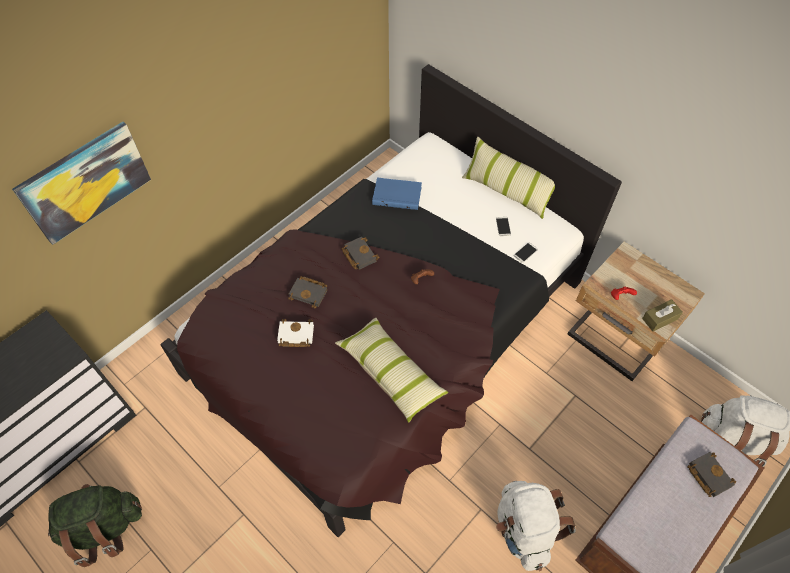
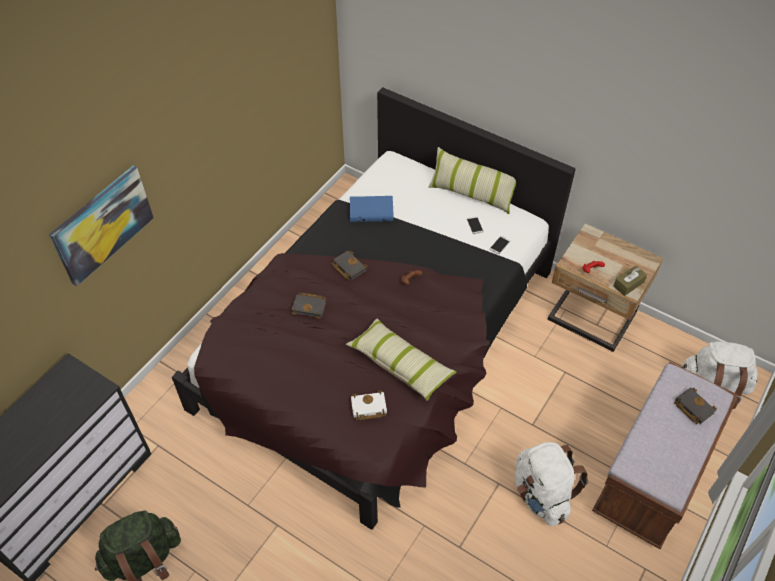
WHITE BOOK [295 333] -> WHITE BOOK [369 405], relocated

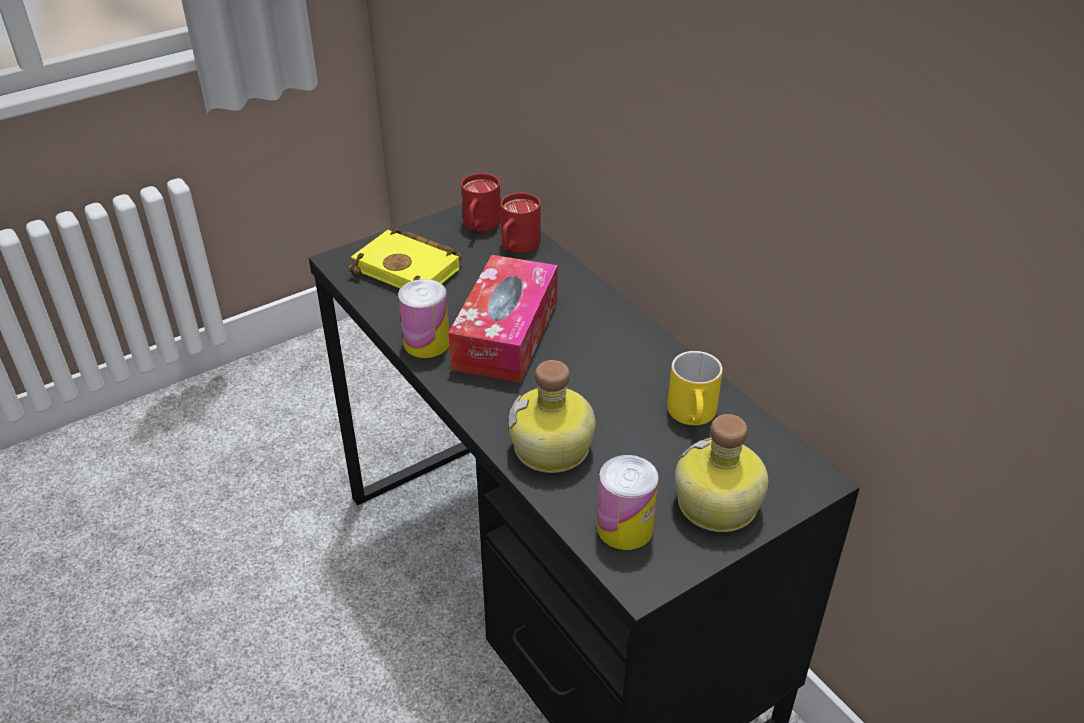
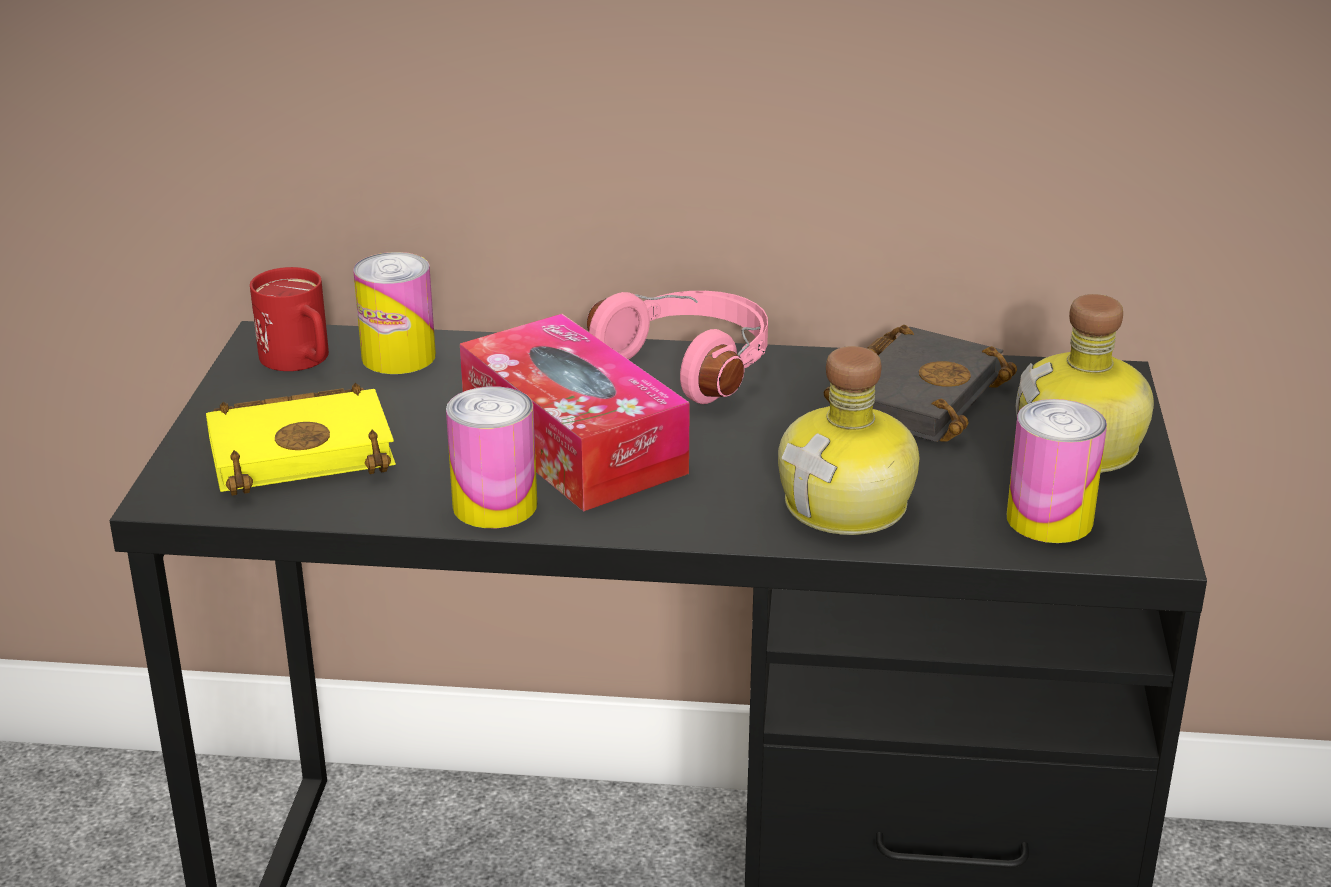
RED MUG [521 223] -> CAN [394 313]
none -> PINK HEADPHONES [677 347]
YELLOW MUG [695 388] -> BLACK BOOK [920 383]

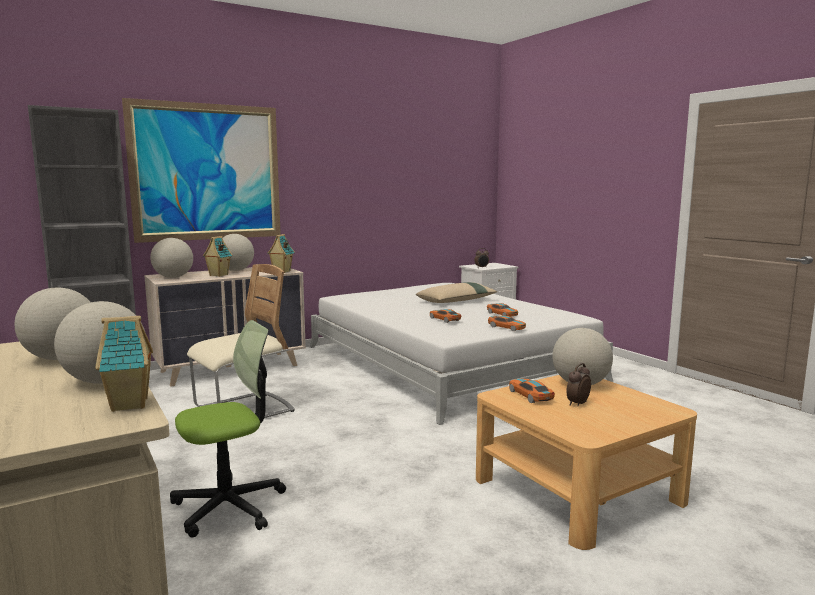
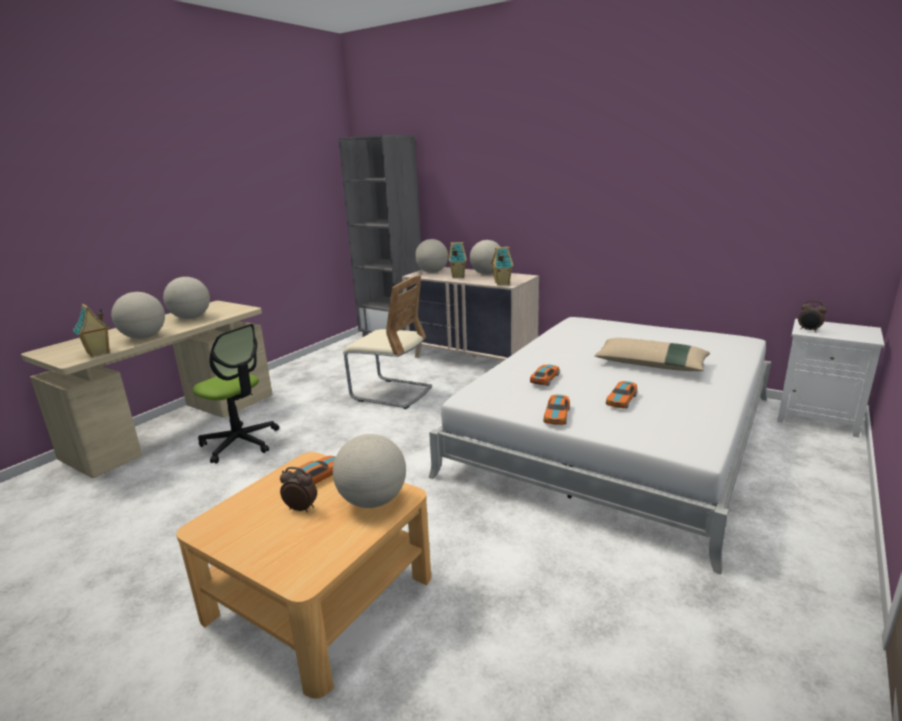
PICTURE [201 170] -> none

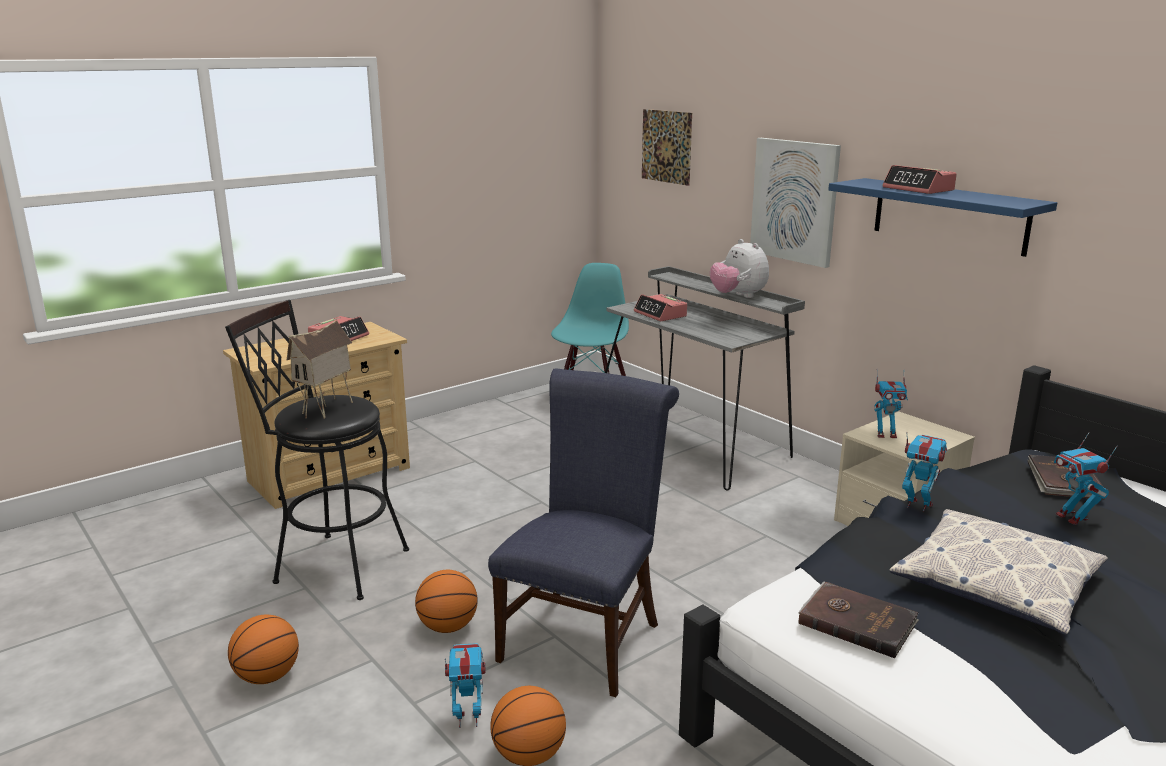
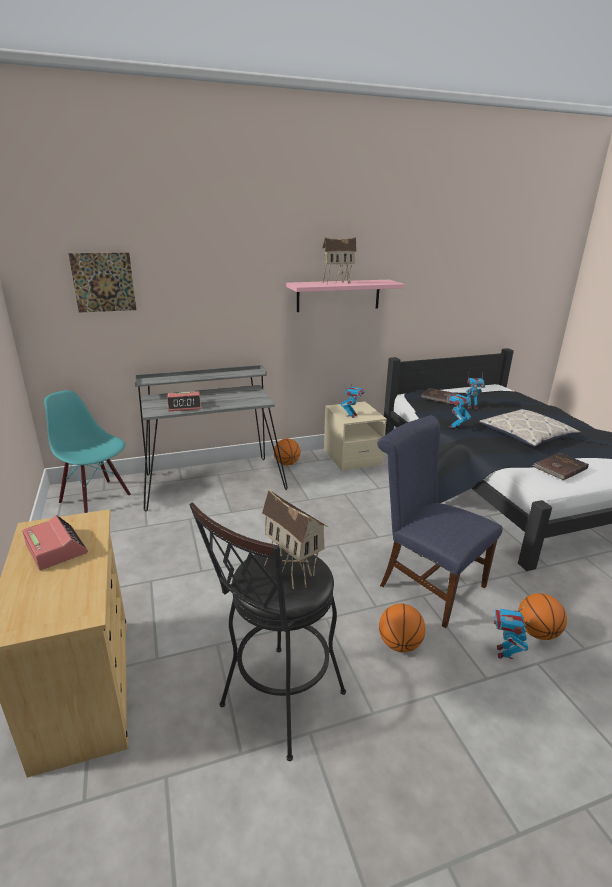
BASKETBALL [263 649] -> BASKETBALL [287 452], relocated
BLUE SHELF [942 217] -> PINK SHELF [345 296]
ALARM CLOCK [919 179] -> TOY HOUSE [339 260]
PLUSH TOY [739 268] -> none
PICTURE [795 203] -> none

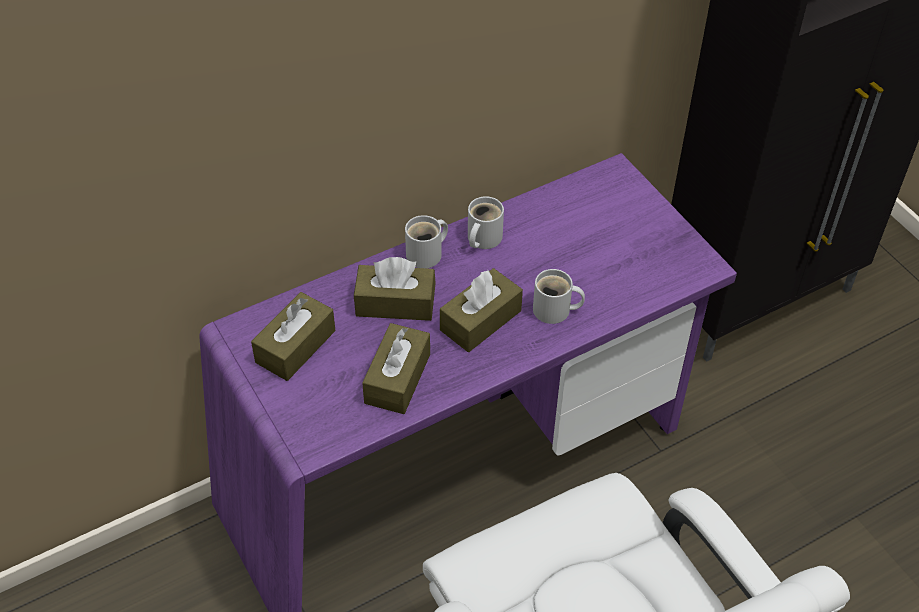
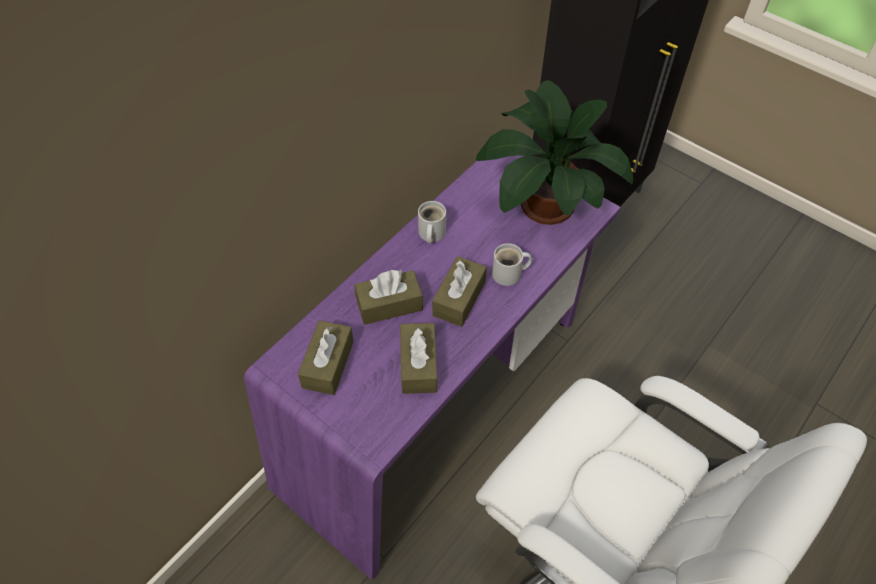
none -> POTTED PLANT [554 152]
WHITE MUG [426 241] -> none

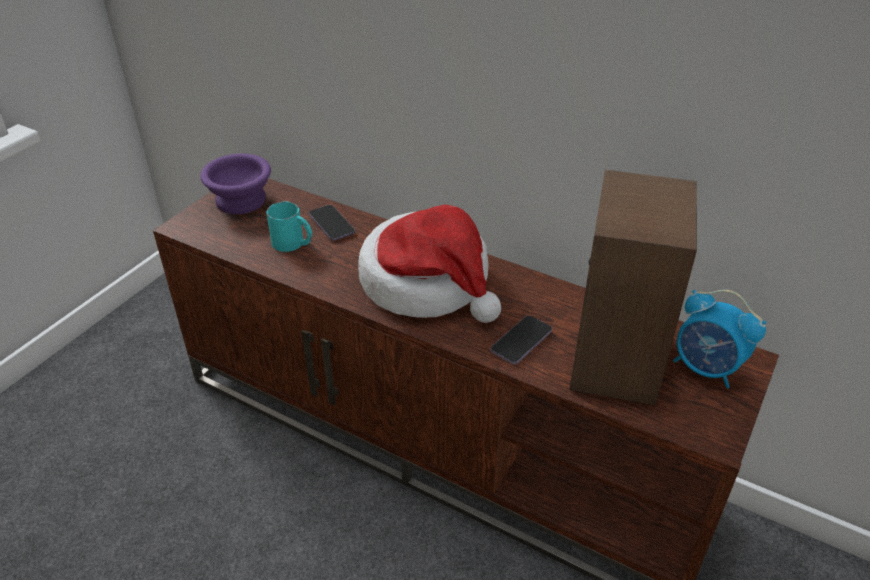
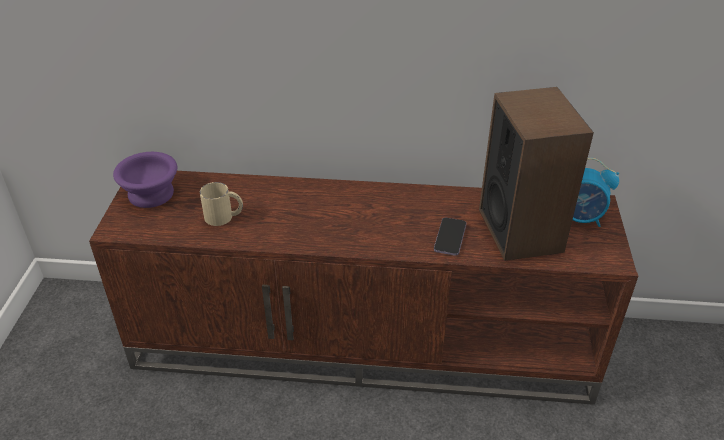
TURQUOISE MUG [289 227] -> BEIGE MUG [221 204]
PHONE [332 223] -> none
HAT [429 263] -> none

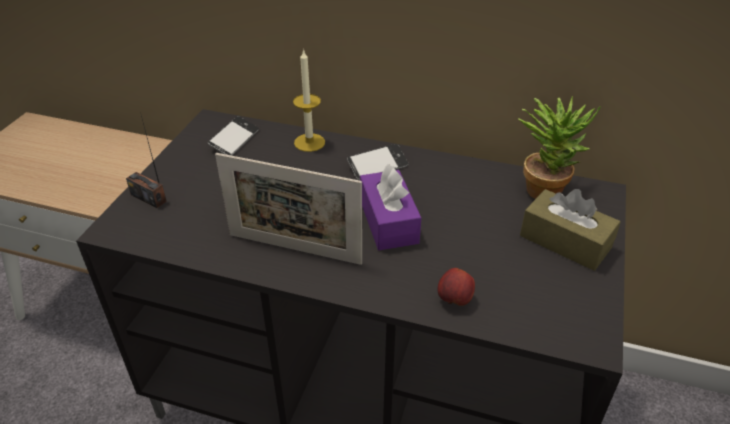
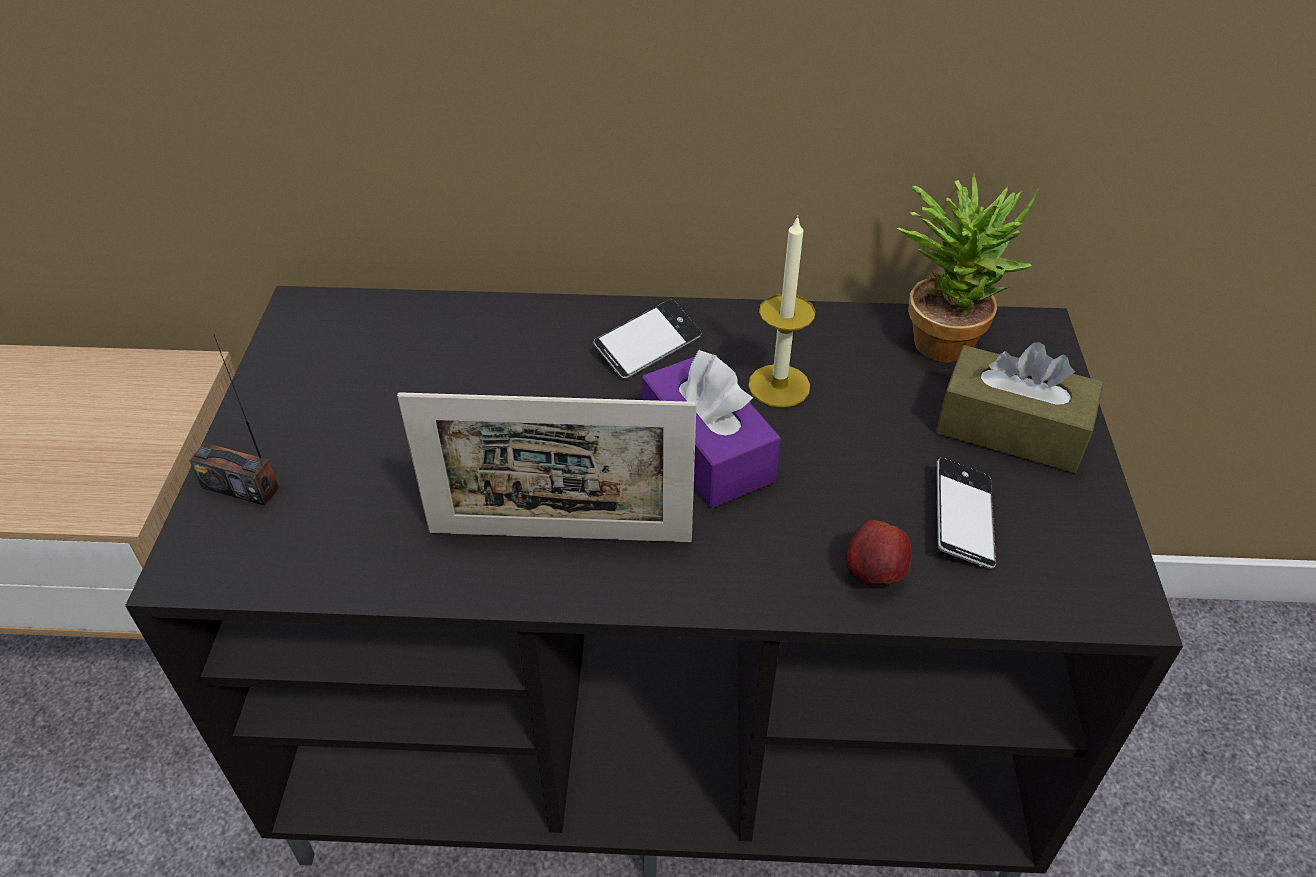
CANDLE [309 100] -> CANDLE [781 311], relocated
PHONE [233 136] -> PHONE [966 513], relocated

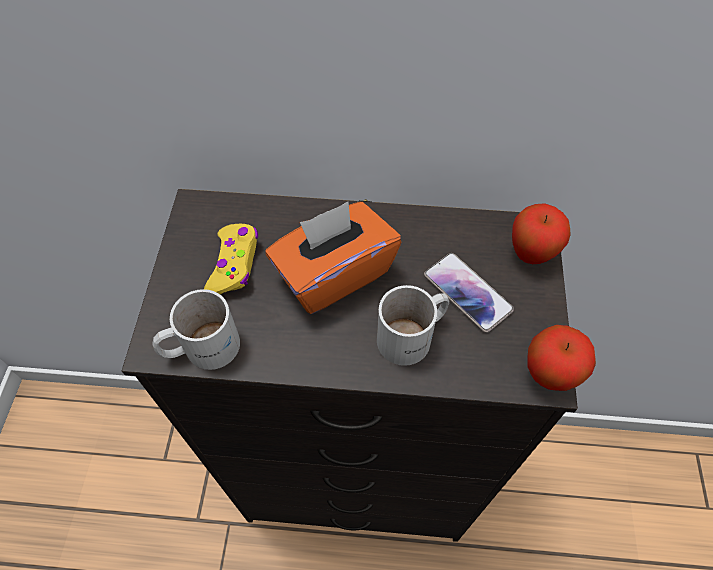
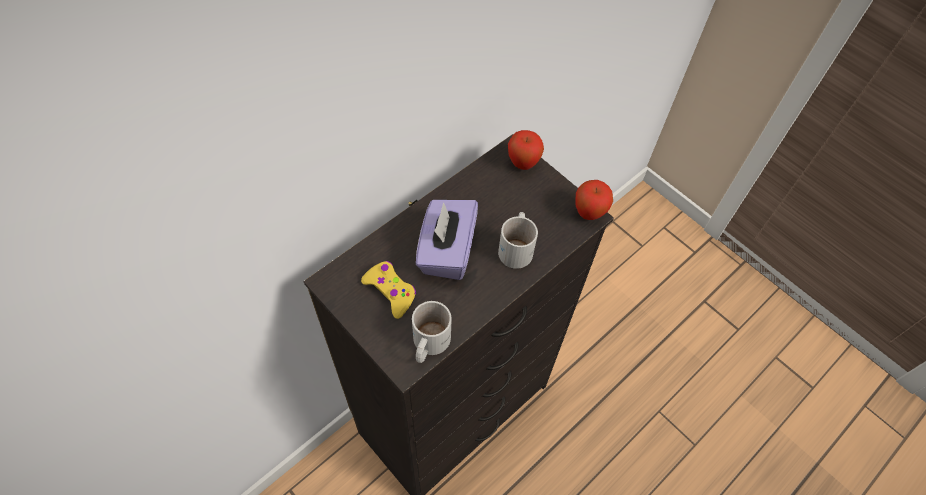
ORANGE TISSUE BOX [333 258] -> PURPLE TISSUE BOX [447 240]
PHONE [469 293] -> none

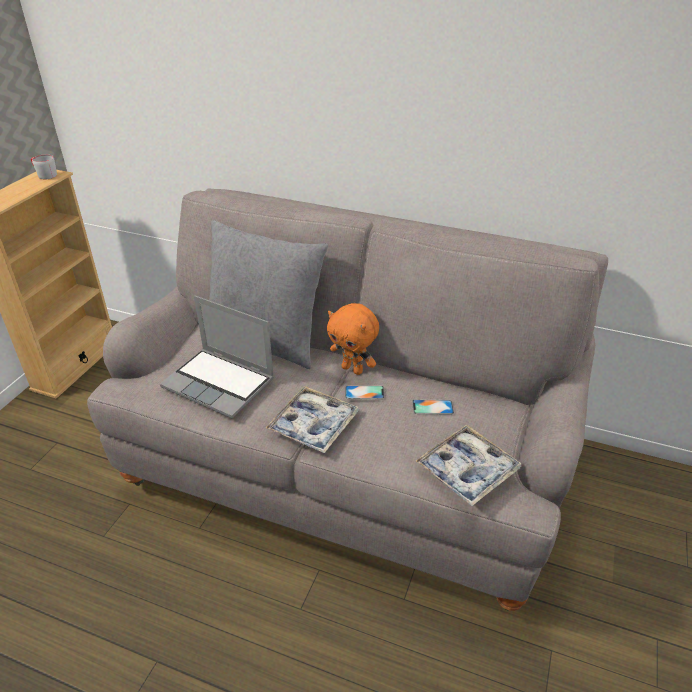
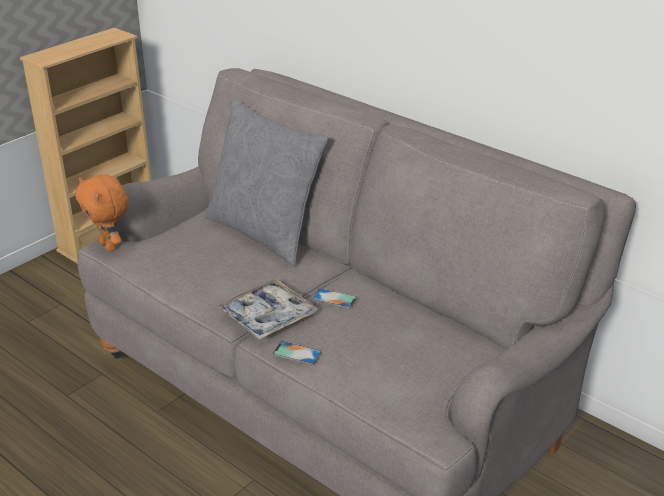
ORANGE PLUSH TOY [353 339] -> ORANGE PLUSH TOY [102 213], relocated
PHONE [433 407] -> PHONE [297 353], relocated
GREY MUG [44 166] -> none
LAPTOP [217 357] -> none
TRAY [468 465] -> none

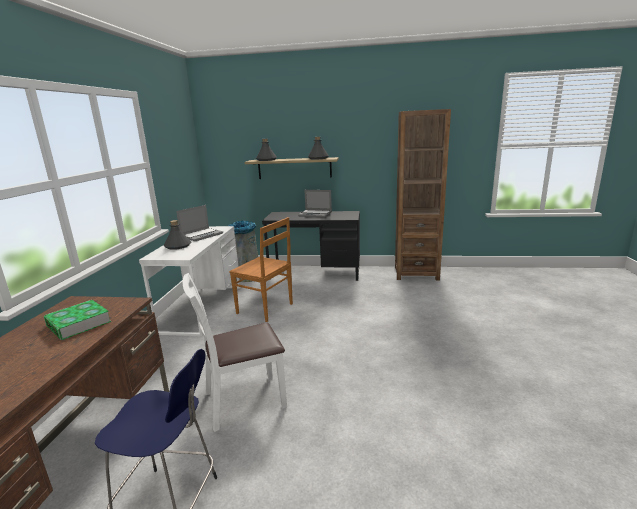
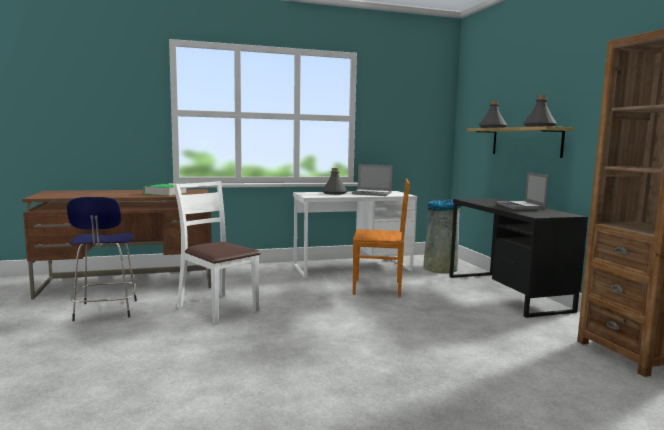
BROWN CHAIR [261 269] -> BROWN CHAIR [381 238], 90 degrees counterclockwise

